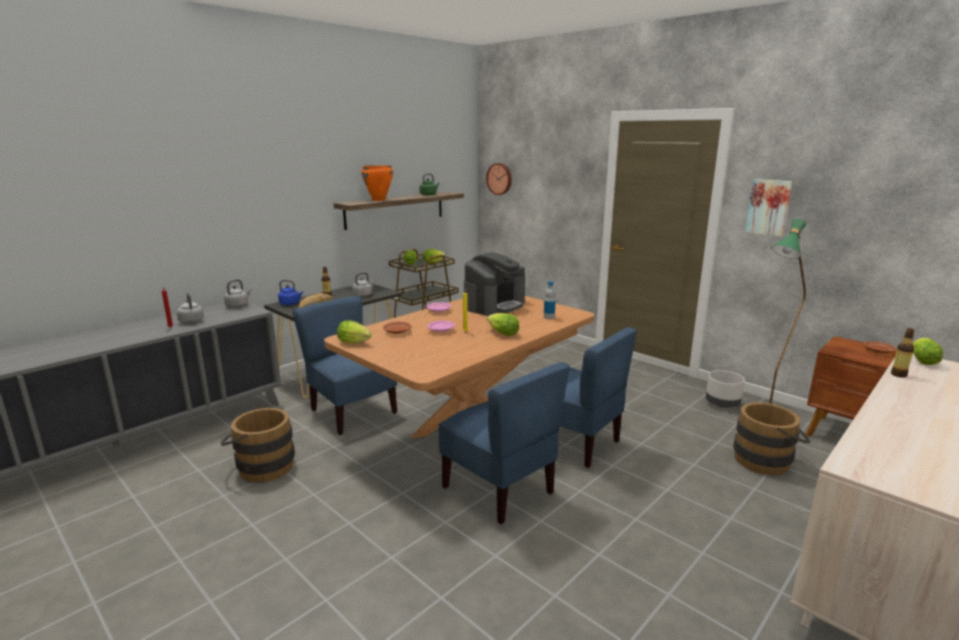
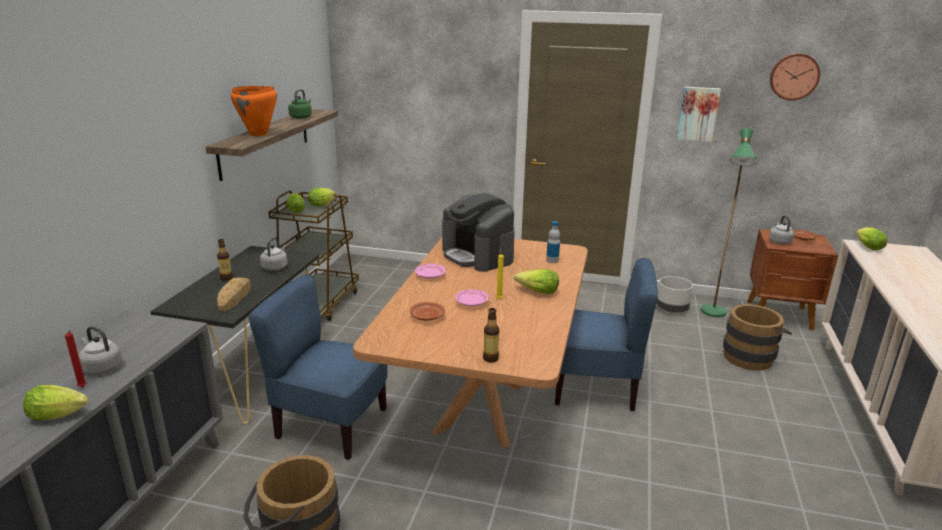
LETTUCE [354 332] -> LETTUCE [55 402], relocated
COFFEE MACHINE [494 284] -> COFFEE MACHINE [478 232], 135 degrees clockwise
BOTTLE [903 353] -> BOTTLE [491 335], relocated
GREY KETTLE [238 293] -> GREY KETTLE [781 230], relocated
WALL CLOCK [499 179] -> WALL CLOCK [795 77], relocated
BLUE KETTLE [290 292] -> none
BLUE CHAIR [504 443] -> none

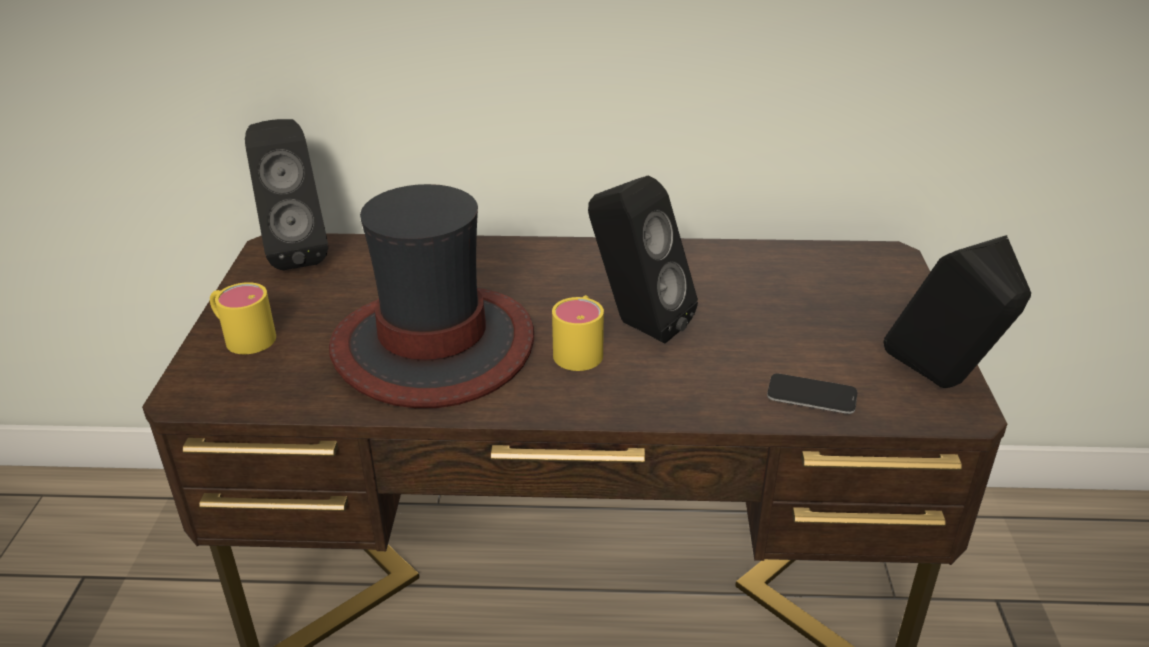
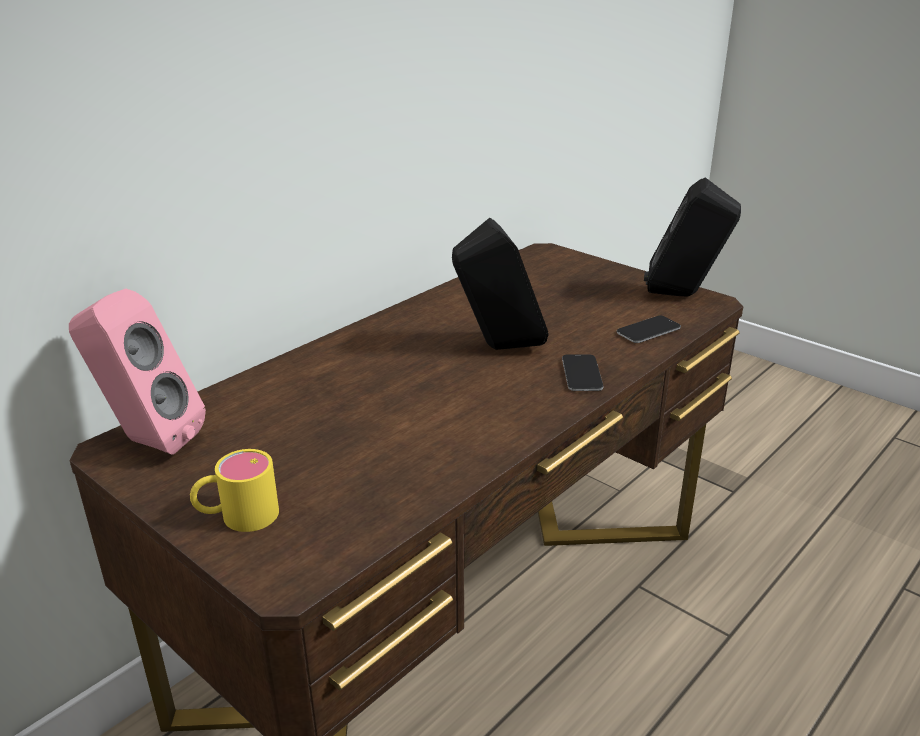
BLACK SPEAKER [286 194] -> PINK SPEAKER [137 371]
none -> PHONE [582 372]
HAT [431 296] -> none
YELLOW MUG [578 333] -> none

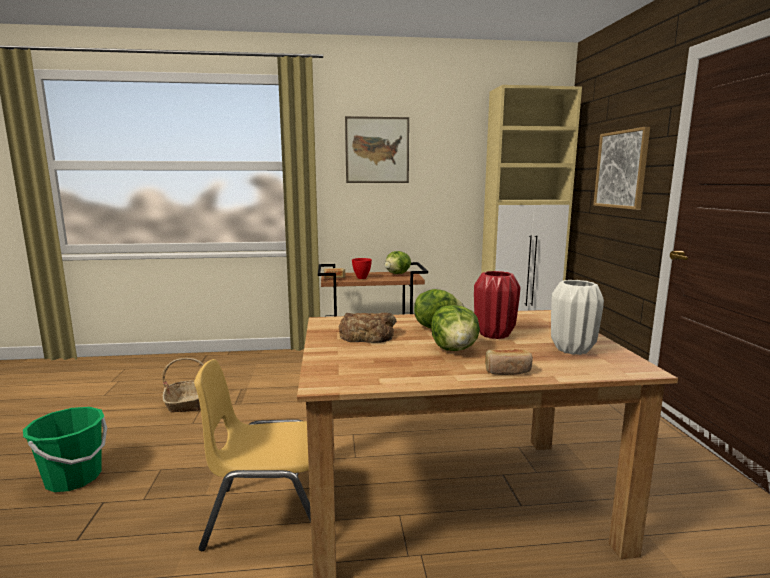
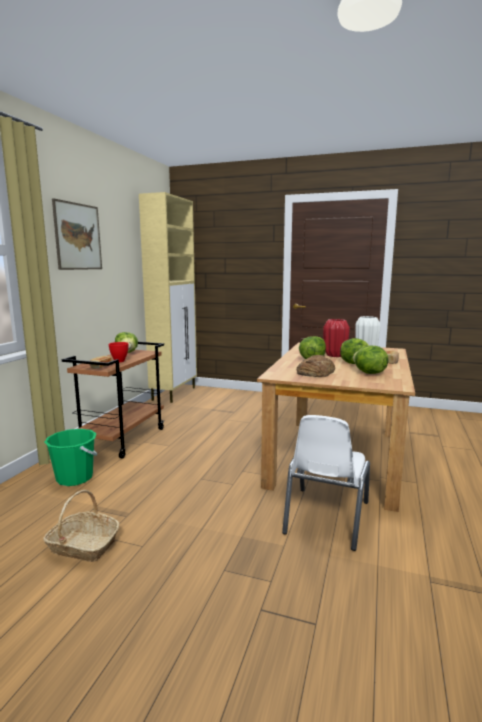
GREEN BUCKET [65 449] -> GREEN BUCKET [71 457], relocated
YELLOW CHAIR [252 455] -> WHITE CHAIR [326 483]
none -> LETTUCE [370 360]
PICTURE [621 168] -> none

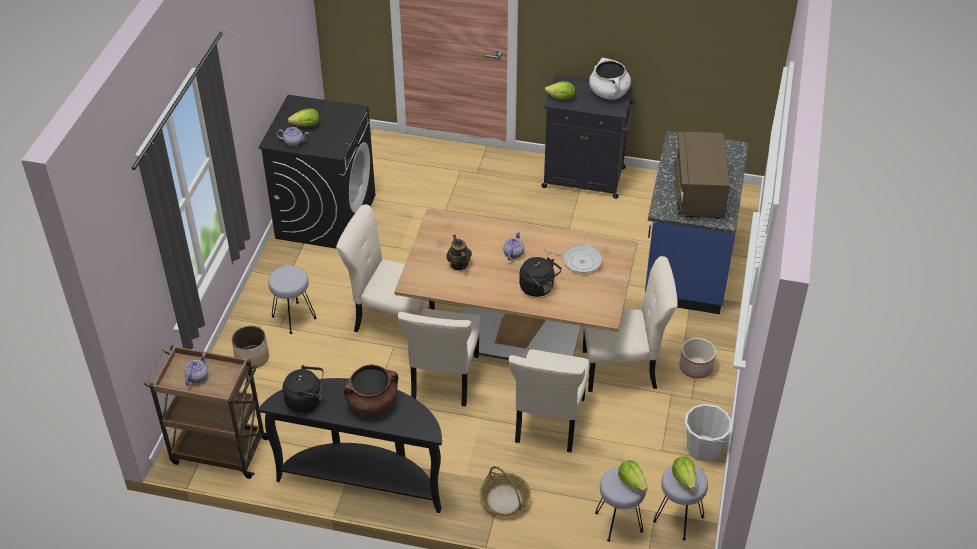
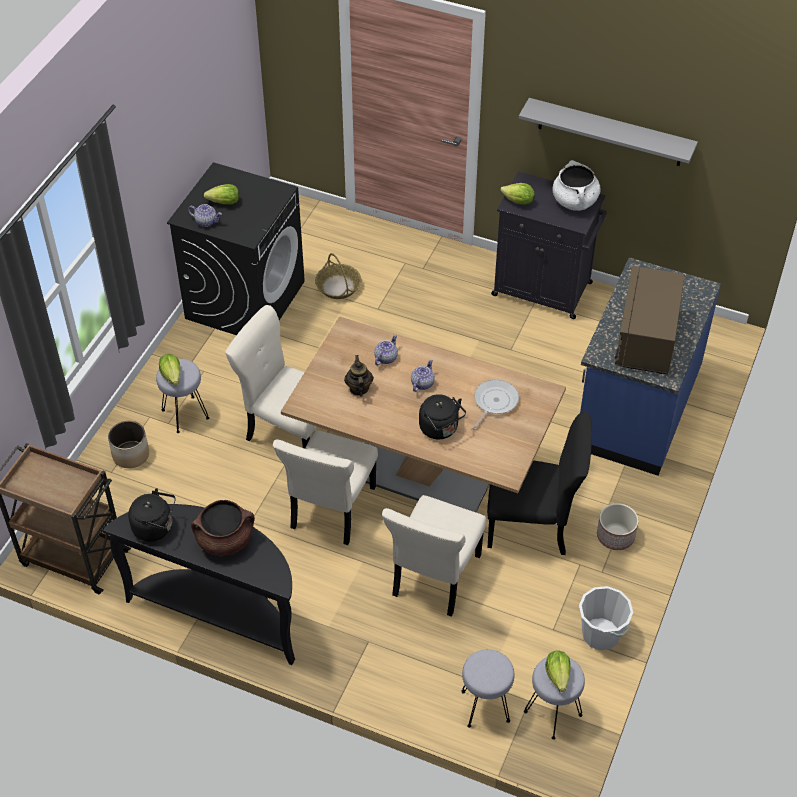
LETTUCE [633 476] -> LETTUCE [169 369], relocated
BASKET [505 491] -> BASKET [338 276], relocated
TEAPOT [196 369] -> TEAPOT [386 350], relocated
FRYING PAN [572 259] -> FRYING PAN [495 405], 90 degrees counterclockwise
BEIGE CHAIR [630 324] -> BLACK CHAIR [539 483]
none -> GREY SHELF [608 132]

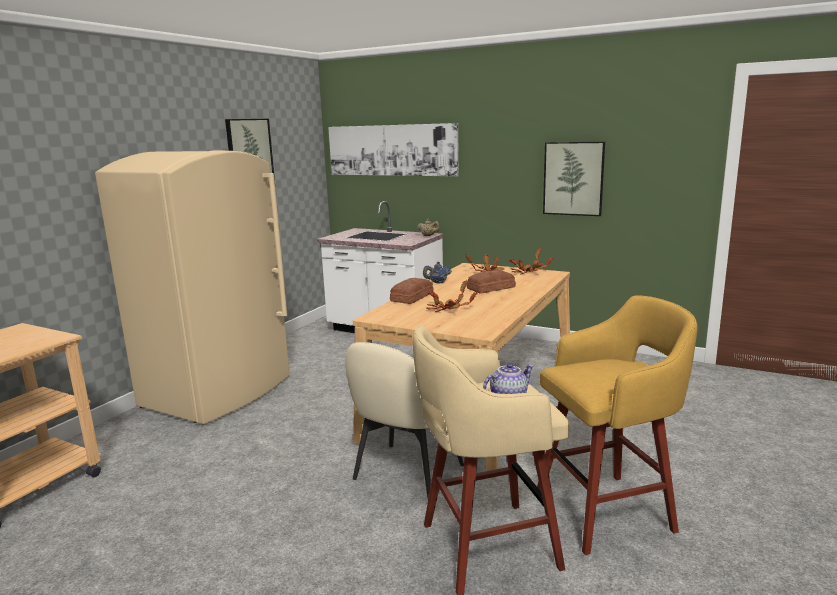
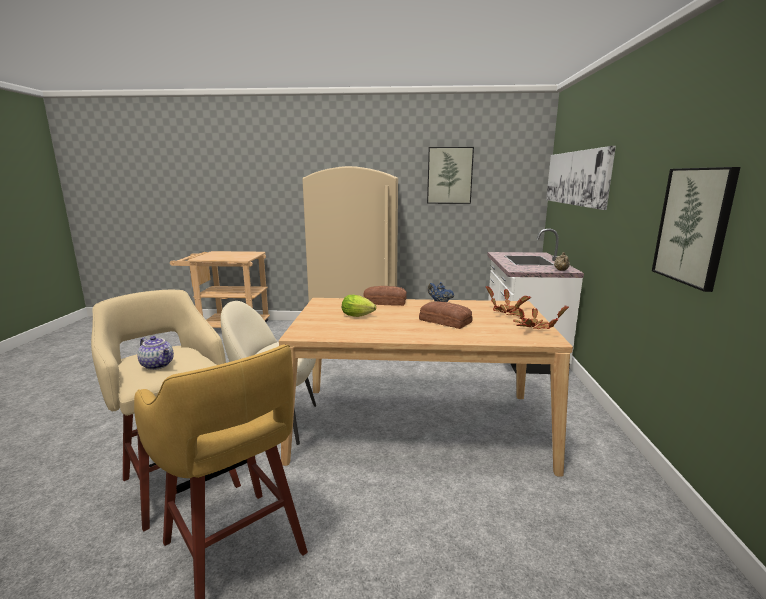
POTTED PLANT [451 296] -> LETTUCE [359 306]

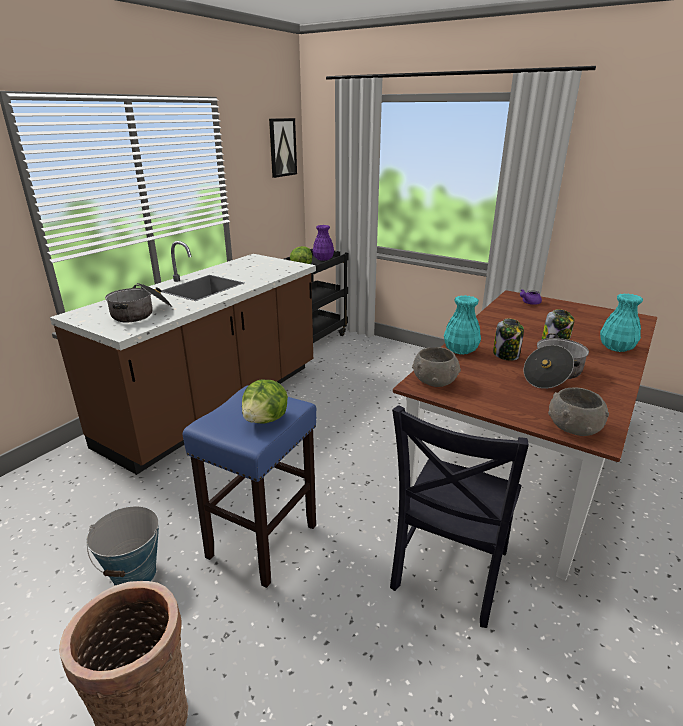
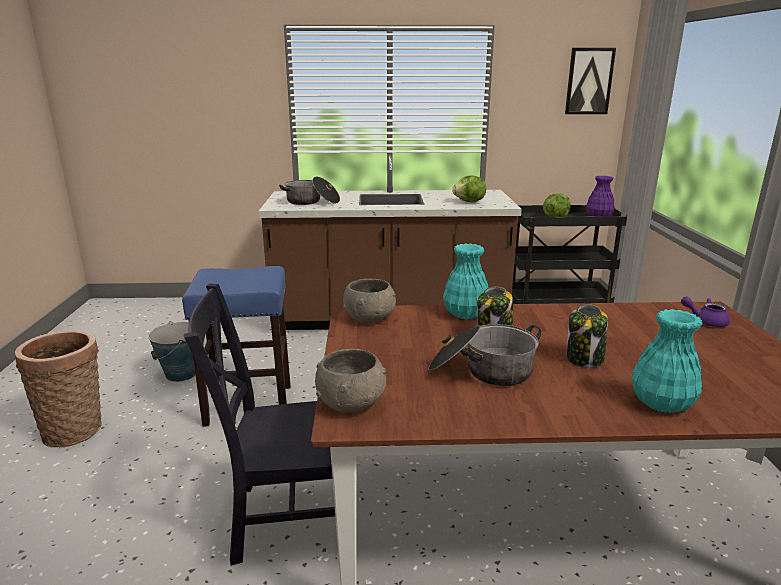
LETTUCE [265 402] -> LETTUCE [469 189], relocated

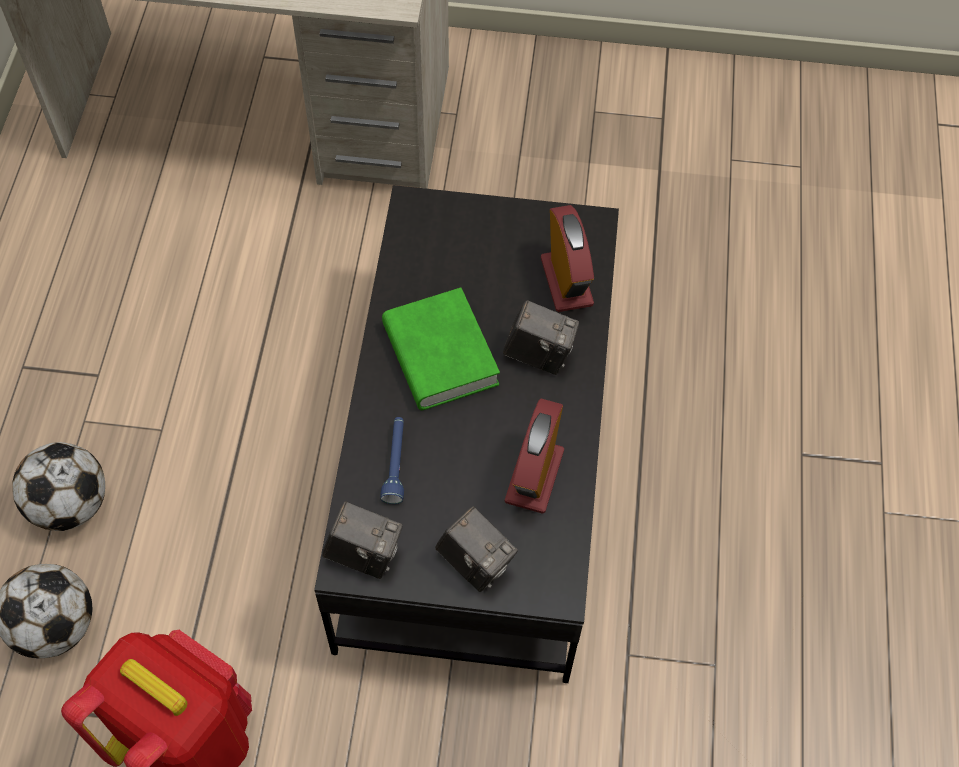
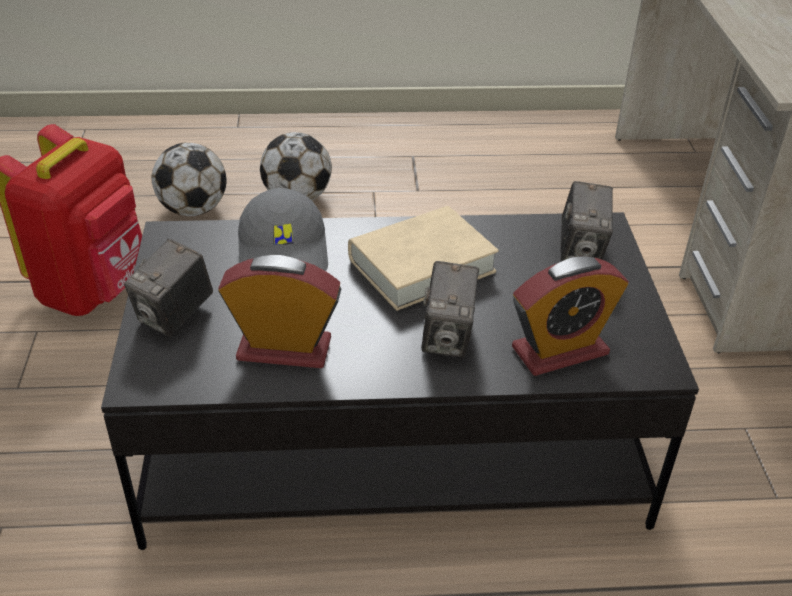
BLUE FLASHLIGHT [392 460] -> GREY CAP [283 229]
GREEN BOOK [441 348] -> BEIGE BOOK [423 258]
PHOTO CAMERA [362 540] -> PHOTO CAMERA [586 221], relocated

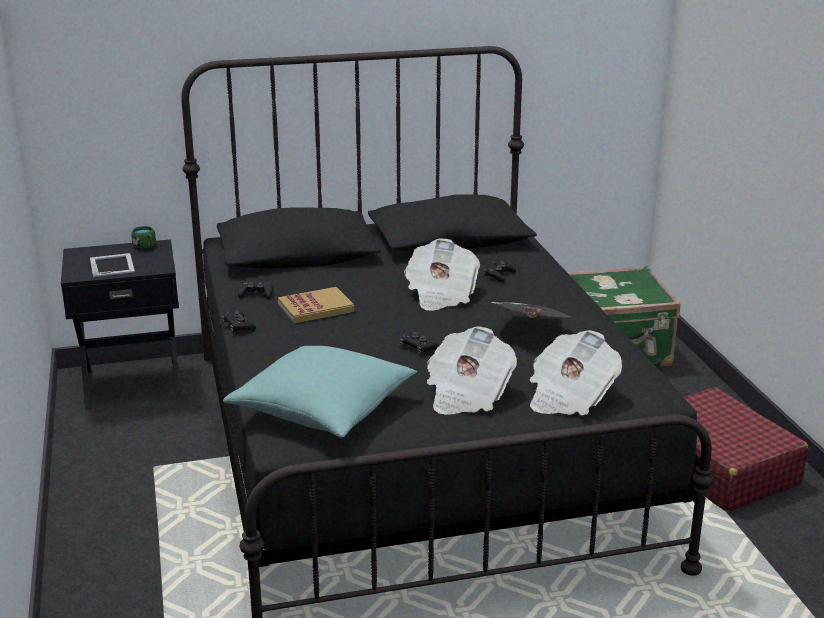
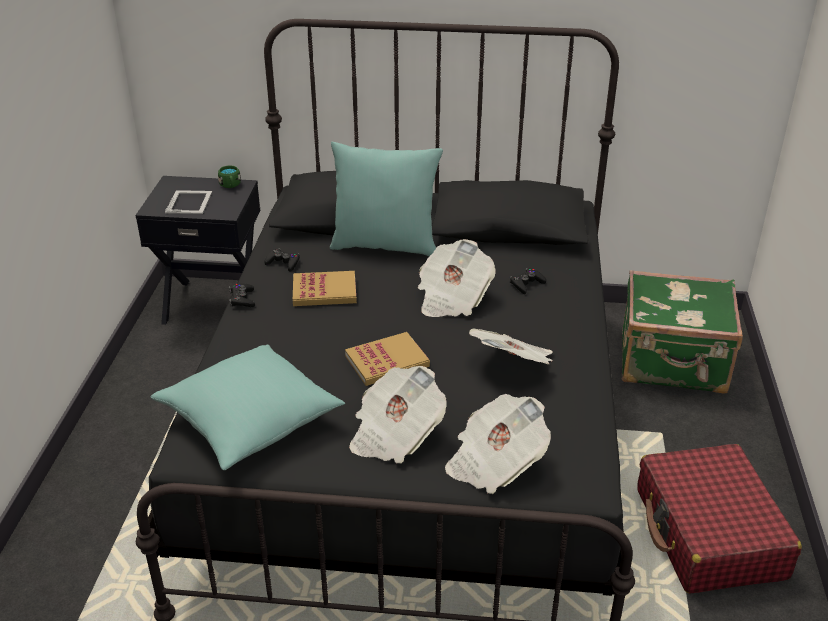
none -> TURQUOISE PILLOW [386 199]
BLACK GAME CONTROLLER [419 343] -> BOOK [387 359]

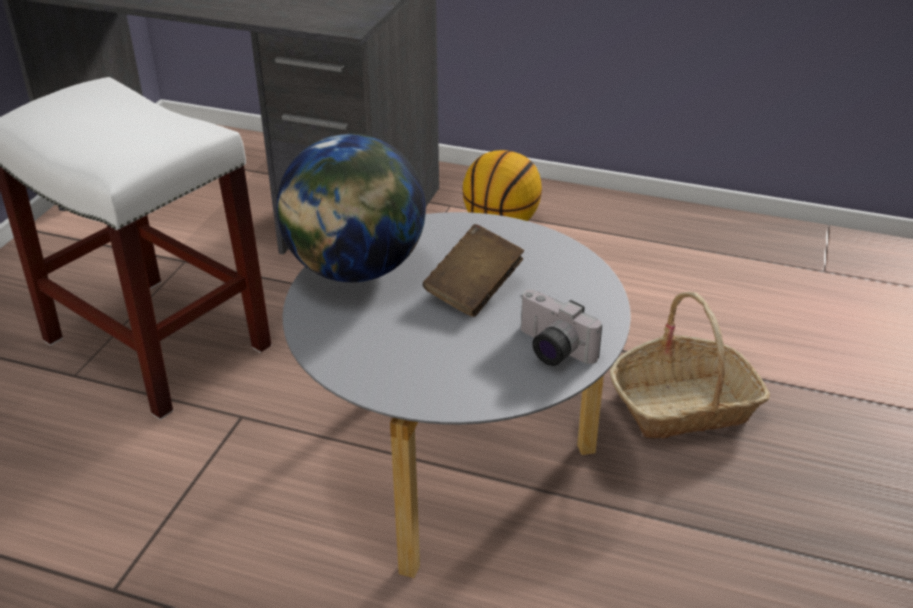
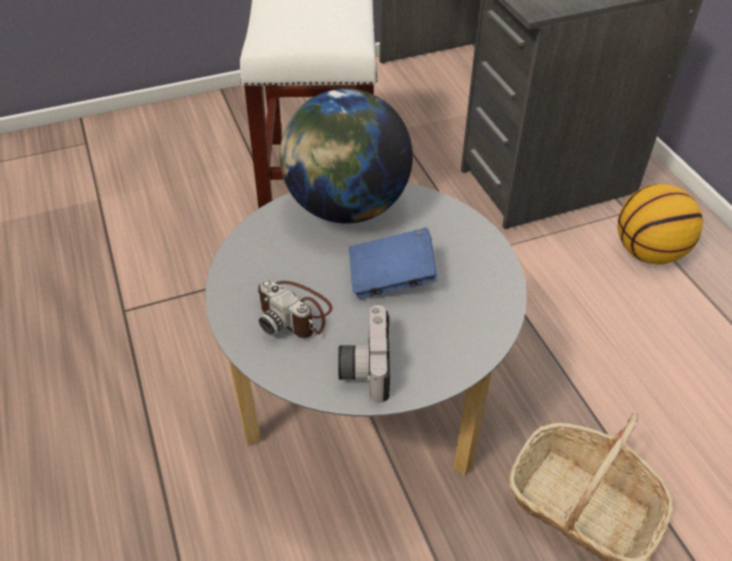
none -> PHOTO CAMERA [295 309]
BROWN BOOK [473 270] -> BLUE BOOK [393 263]

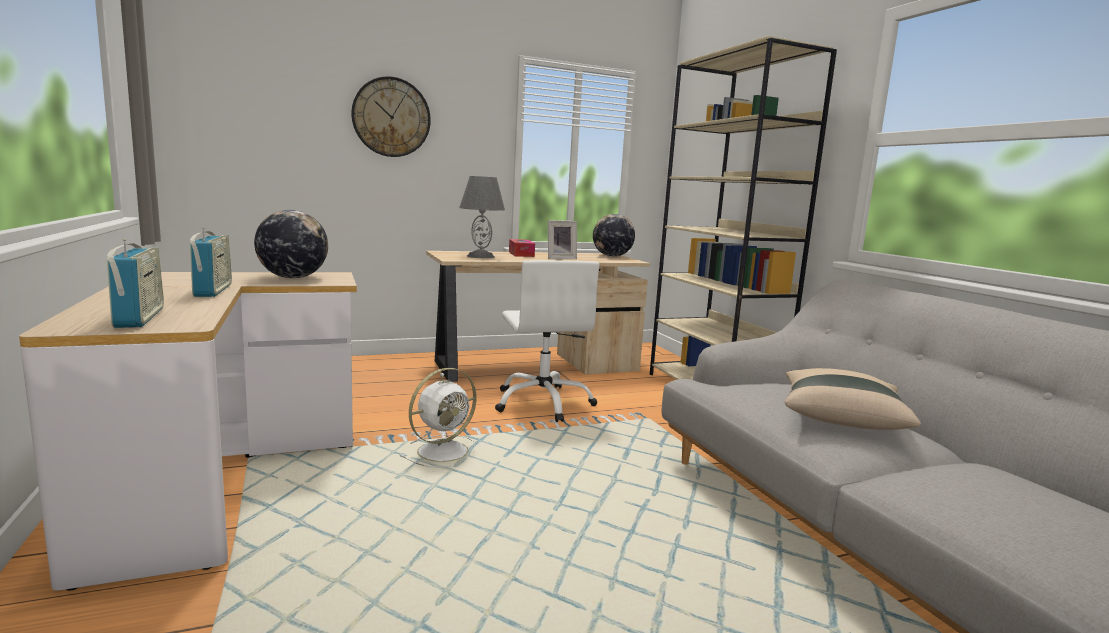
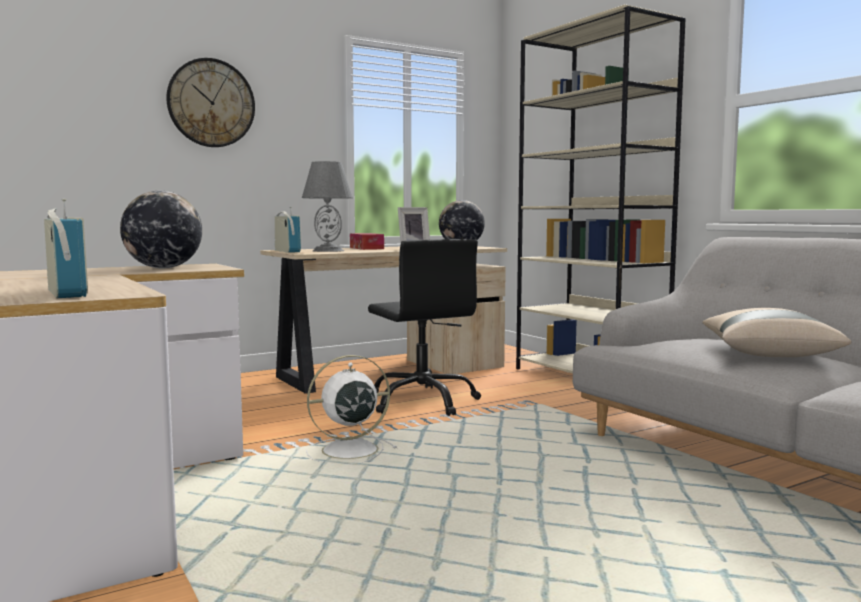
RADIO [211 262] -> RADIO [288 230], relocated
WHITE FAN [440 418] -> WHITE FAN [351 409], 150 degrees counterclockwise
WHITE OFFICE CHAIR [547 341] -> BLACK OFFICE CHAIR [424 327]

